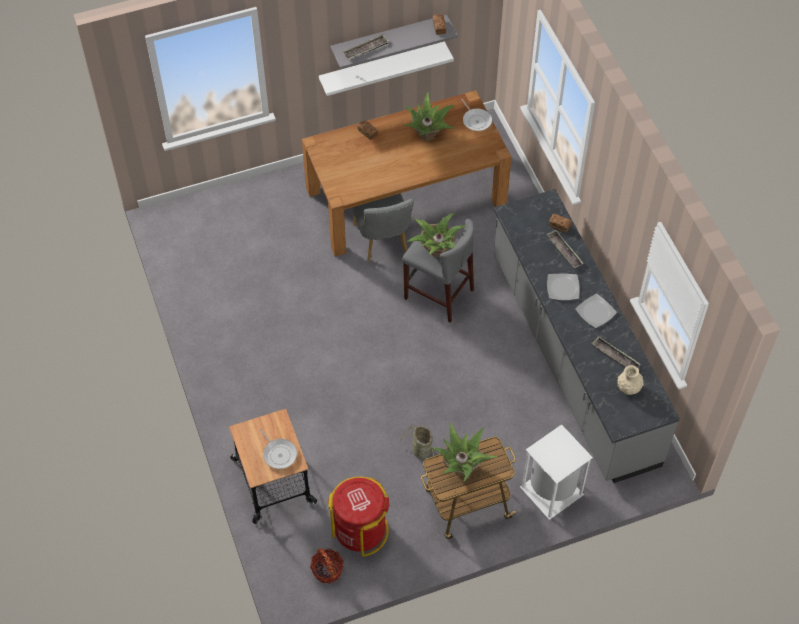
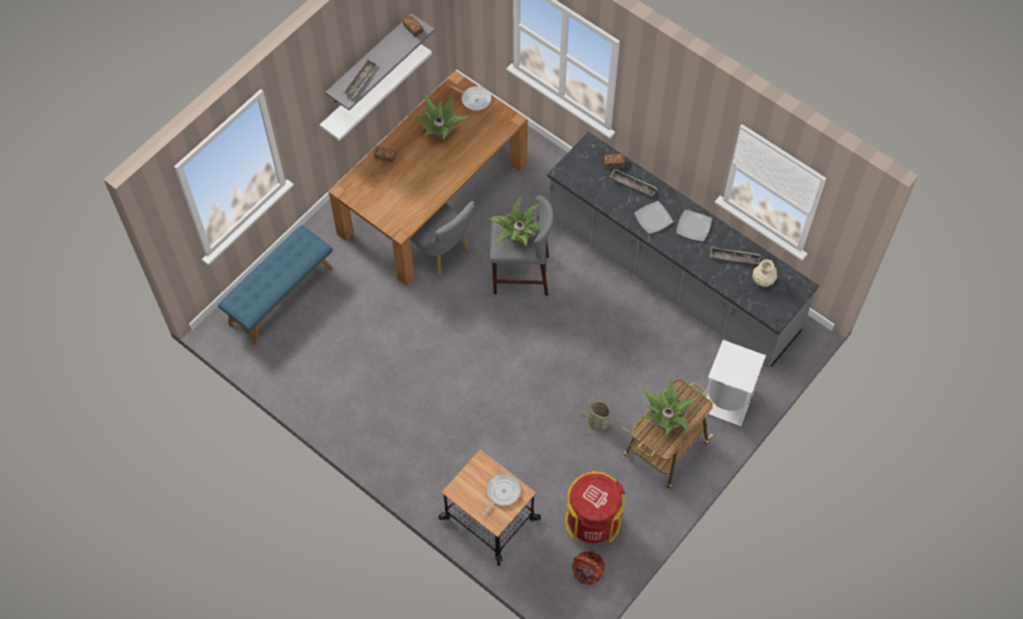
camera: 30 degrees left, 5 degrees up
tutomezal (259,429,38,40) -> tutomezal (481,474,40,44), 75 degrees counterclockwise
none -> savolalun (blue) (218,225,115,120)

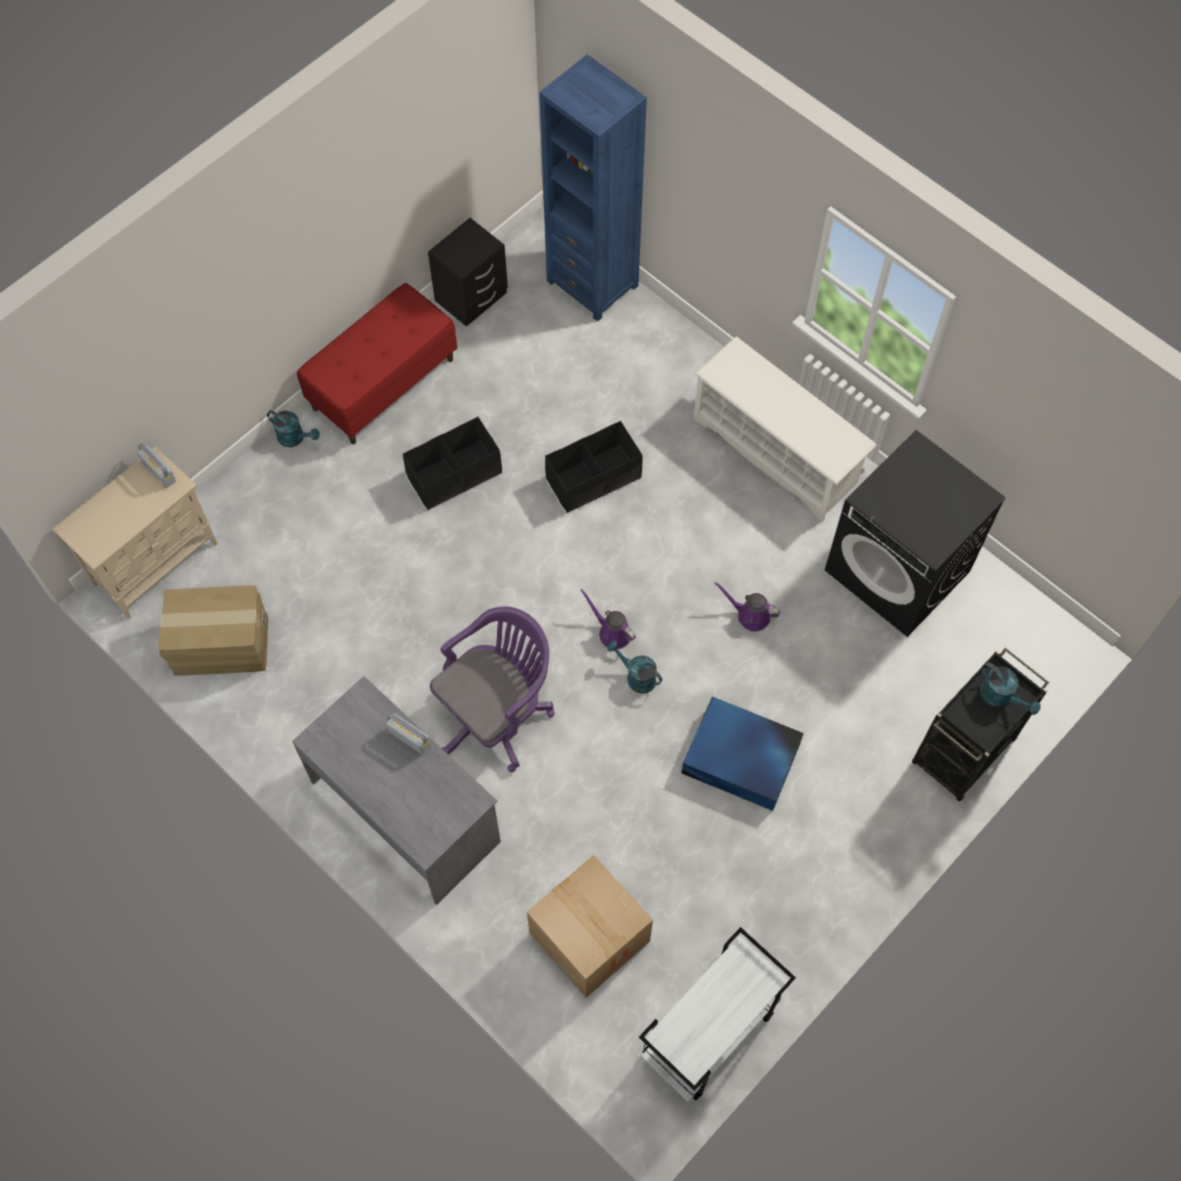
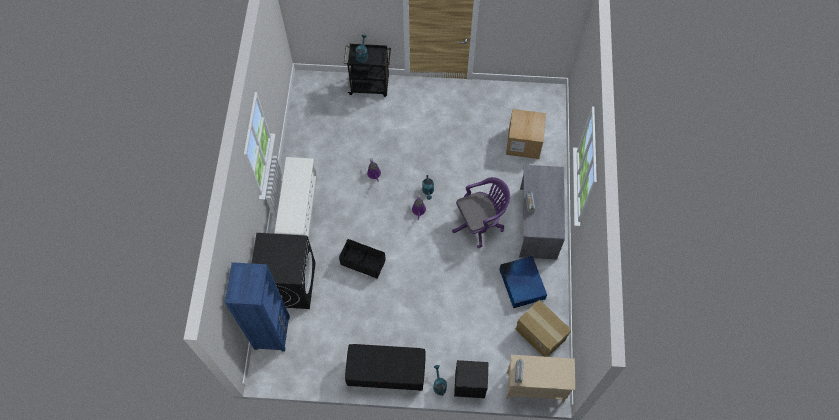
camera: 130 degrees left, 0 degrees up
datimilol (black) (428,218,80,109) -> datimilol (black) (454,360,35,38), moved
savolalun (red) (297,283,160,161) -> savolalun (black) (345,344,81,47)
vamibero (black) (403,417,99,93) -> none
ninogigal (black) (825,430,181,207) -> ninogigal (black) (251,233,65,76), moved
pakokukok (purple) (430,606,124,166) -> pakokukok (purple) (452,177,58,72), 150 degrees clockwise
vamibero (blue) (682,697,122,114) -> vamibero (blue) (499,256,48,52), moved
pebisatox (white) (639,927,157,174) -> none

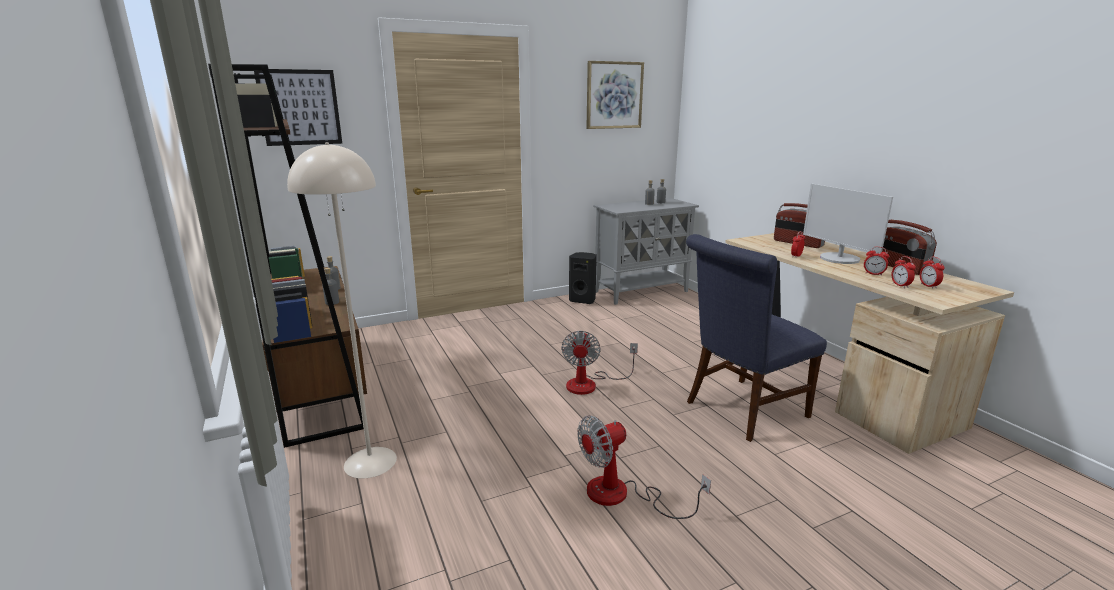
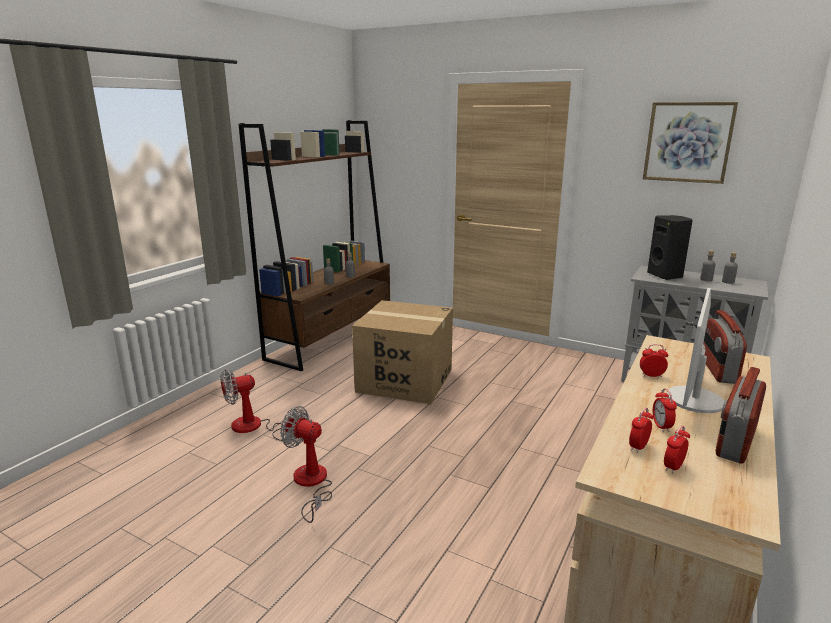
camera: 55 degrees right, 0 degrees up
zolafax (254,69,88,77) -> none
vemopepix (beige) (287,142,110,337) -> none
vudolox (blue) (686,234,141,208) -> none
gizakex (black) (569,252,28,52) -> gizakex (black) (647,215,46,65), moved
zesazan (561,331,77,64) -> zesazan (221,369,83,72), moved
none -> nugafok (352,300,101,104)

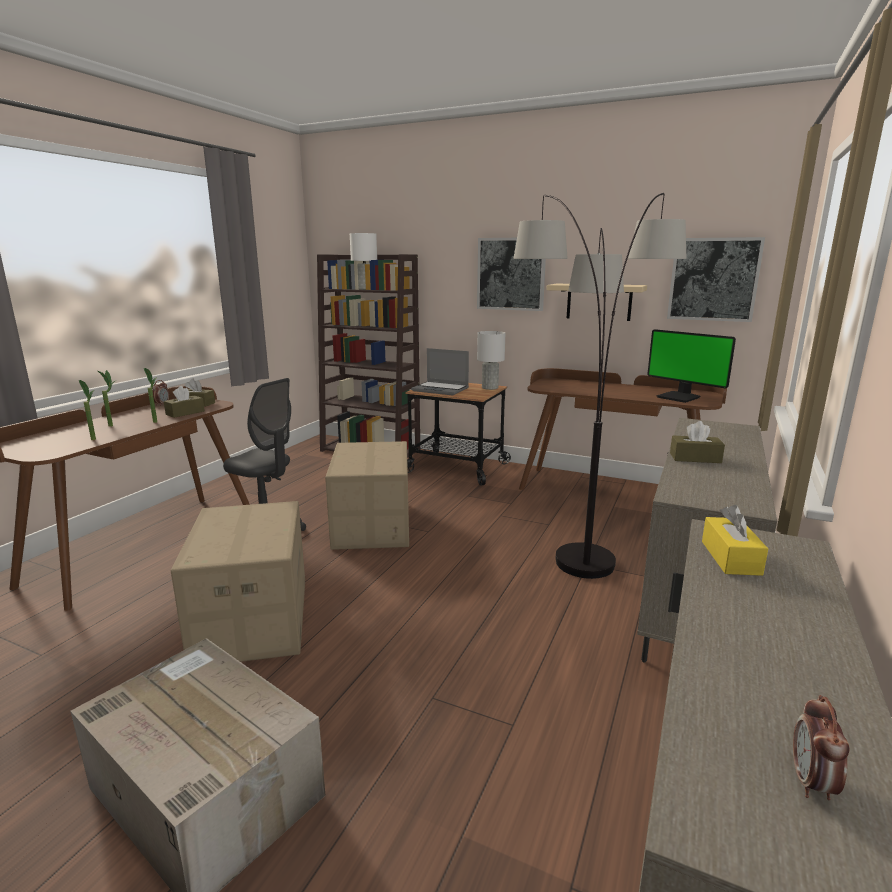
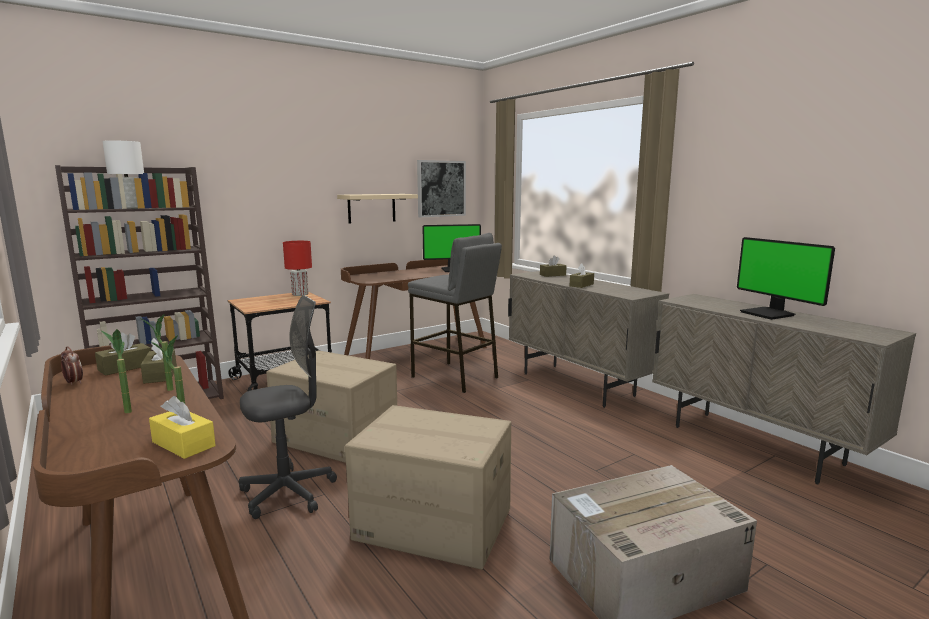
camera: 60 degrees left, 5 degrees down
vemopepix (514,193,172,386) -> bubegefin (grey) (408,233,94,160)
zolafax (477,238,69,73) -> none
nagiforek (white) (477,331,28,59) -> nagiforek (red) (283,241,29,55)
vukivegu (411,348,58,48) -> none
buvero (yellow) (702,505,66,71) -> buvero (yellow) (149,396,67,63), moved
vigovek (793,695,56,105) -> none
none -> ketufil (737,237,98,83)
none -> buvero (brown) (540,255,27,22)

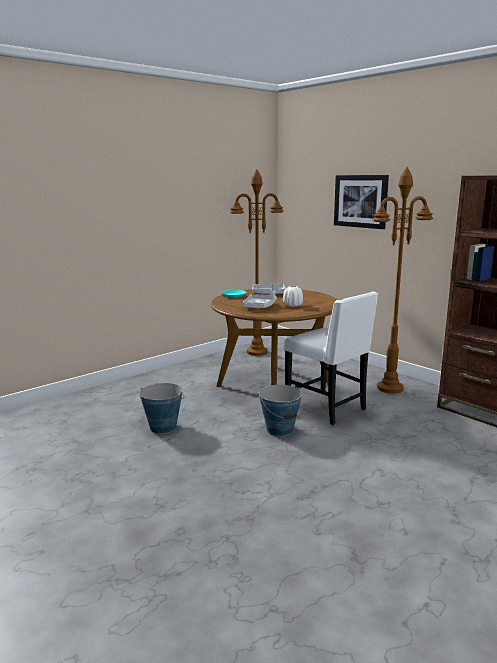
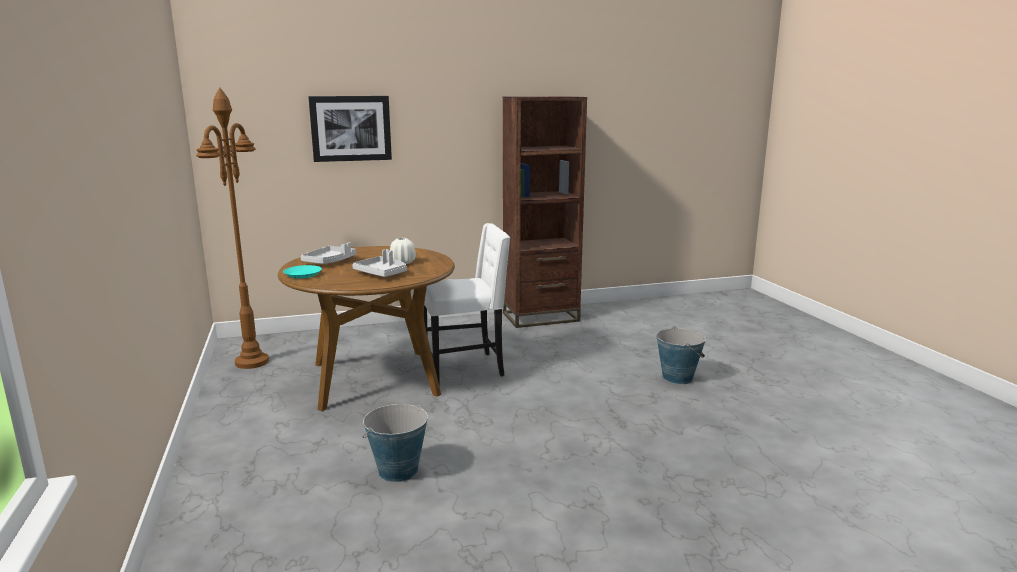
camera: 65 degrees left, 0 degrees up
vemopepix (brown) (372,167,61,227) -> none
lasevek (259,385,44,51) -> lasevek (656,326,50,58), moved

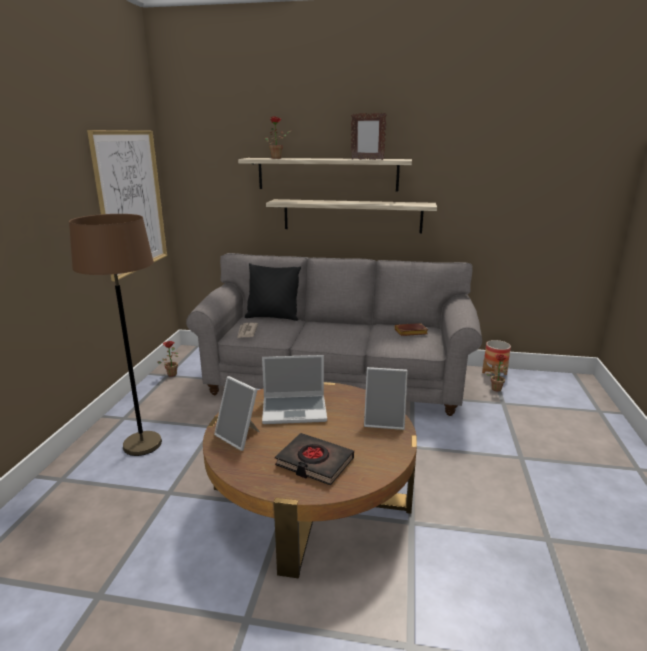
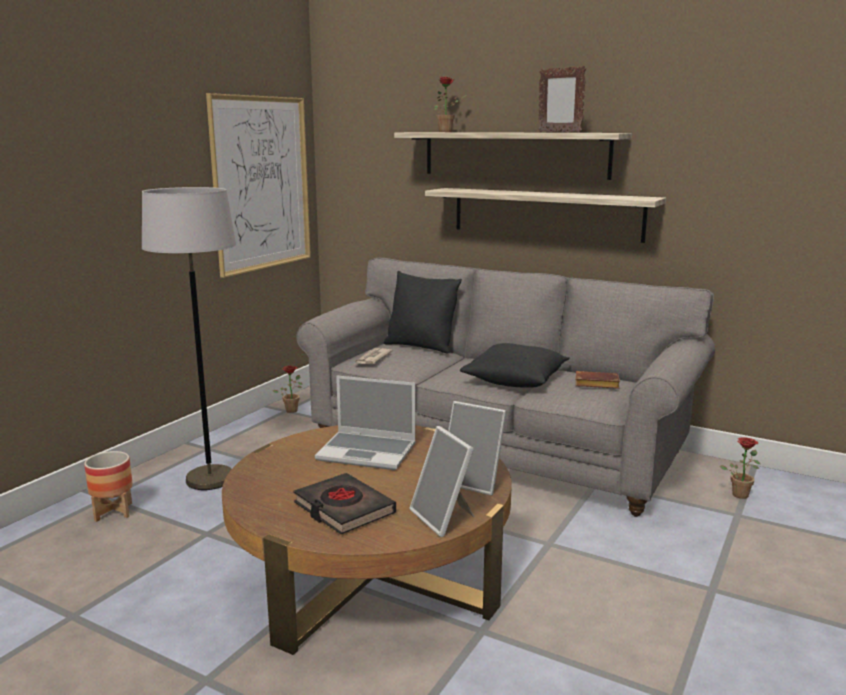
camera: 20 degrees right, 5 degrees down
vemopepix (brown) (69,214,93,242) -> vemopepix (grey) (142,187,94,303)
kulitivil (482,340,29,36) -> kulitivil (84,451,49,71), moved
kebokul (214,376,46,75) -> kebokul (409,426,66,111), moved
none -> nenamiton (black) (460,343,110,45)

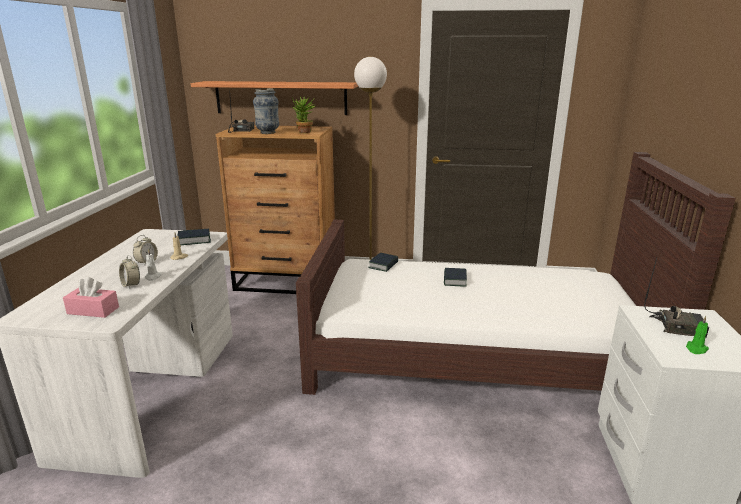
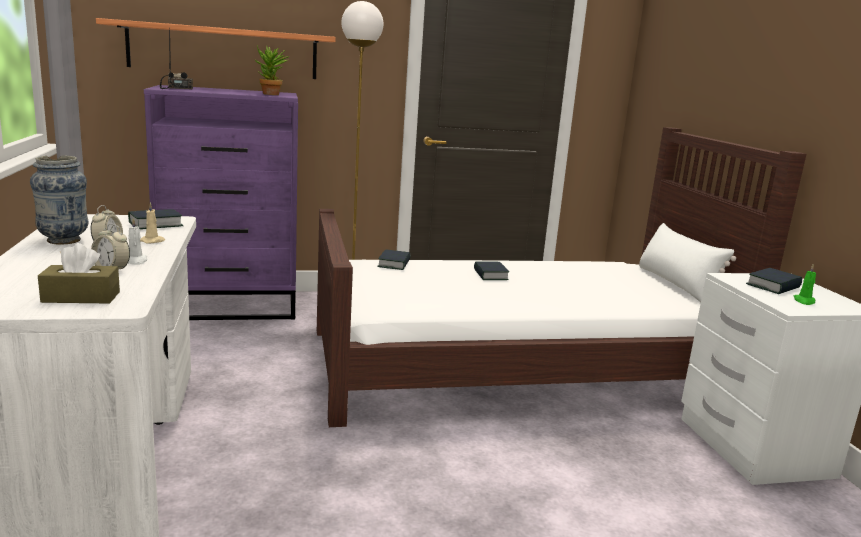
camera: 20 degrees left, 5 degrees down
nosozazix (253,89,26,45) -> nosozazix (30,155,59,90), moved
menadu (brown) (216,125,119,169) -> menadu (purple) (144,85,154,235)
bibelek (644,258,65,80) -> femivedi (746,268,56,26)
buvero (pink) (63,277,56,41) -> buvero (brown) (38,243,82,60)
none -> nenamiton (white) (639,223,97,79)

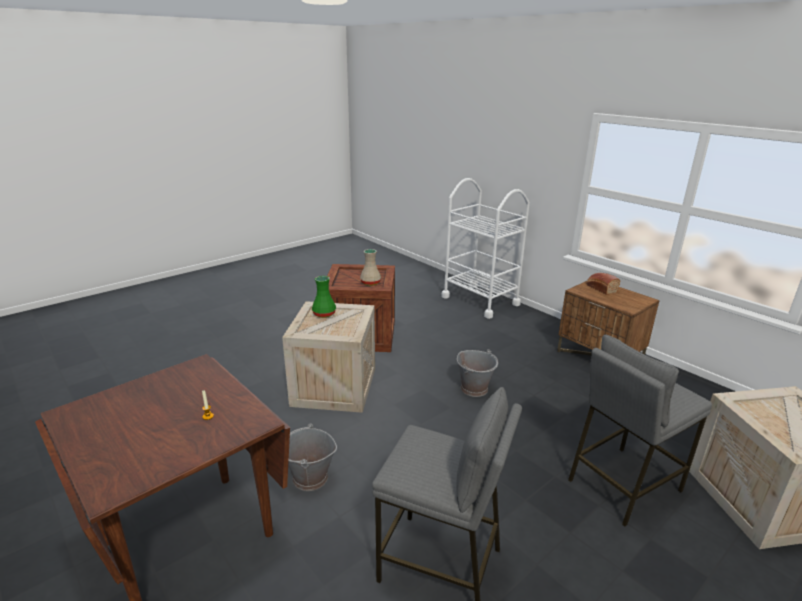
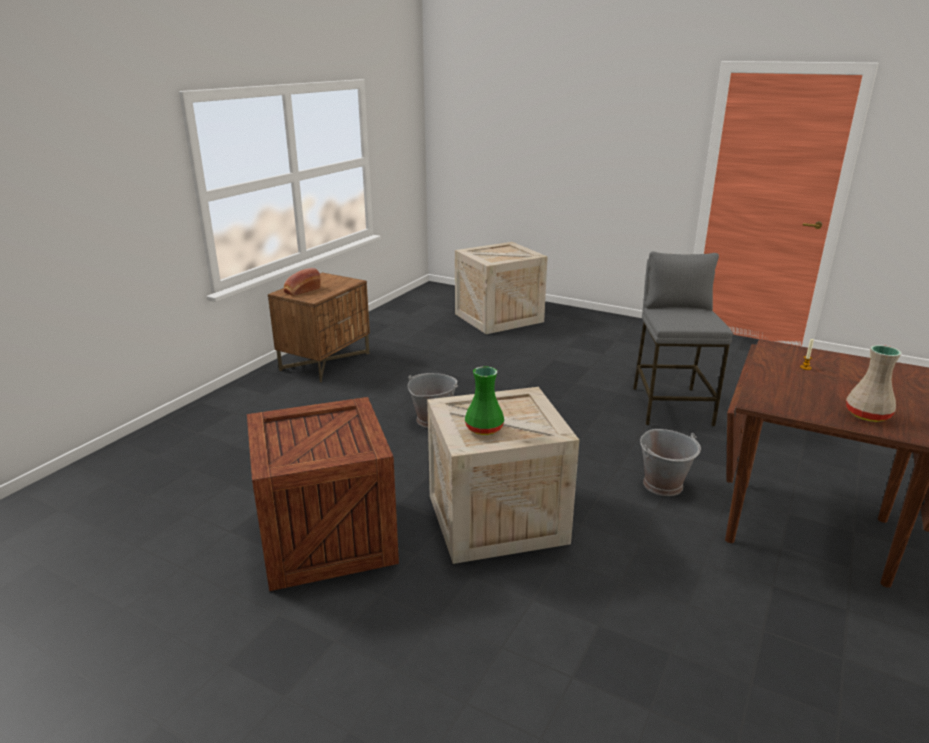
camera: 110 degrees left, 0 degrees up
pebisatox (white) (441,178,89,141) -> none
nosozazix (beige) (360,249,21,37) -> nosozazix (beige) (846,345,56,77), moved
bubegefin (grey) (568,335,144,192) -> none

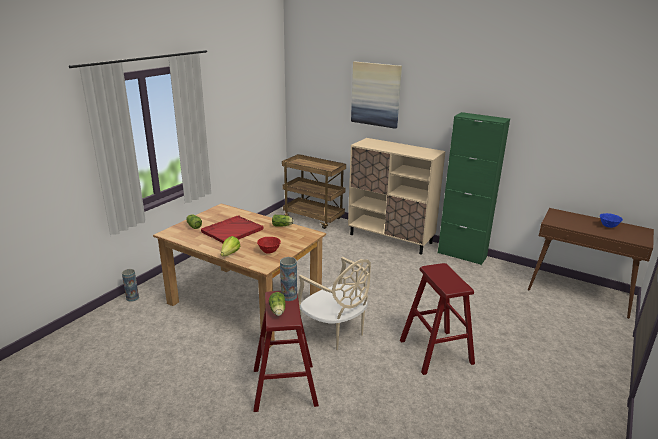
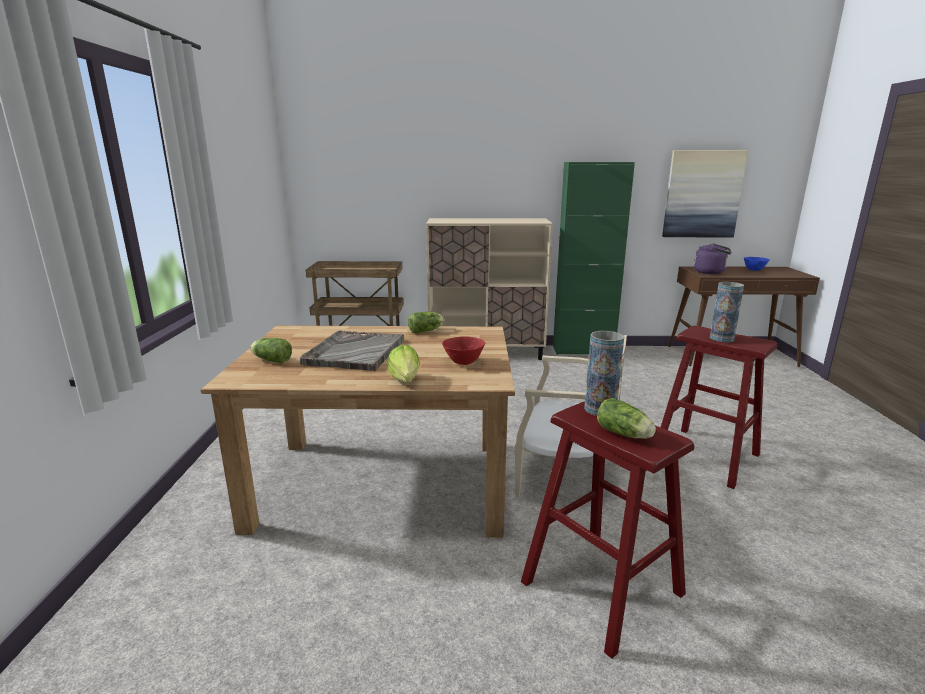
camera: 30 degrees left, 5 degrees down
zolafax (351,62,51,67) -> zolafax (662,150,86,87), moved
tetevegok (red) (201,215,62,28) -> tetevegok (grey) (300,331,104,40)
nosozazix (122,269,17,33) -> nosozazix (710,282,34,60), moved
none -> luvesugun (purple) (694,243,37,31)

